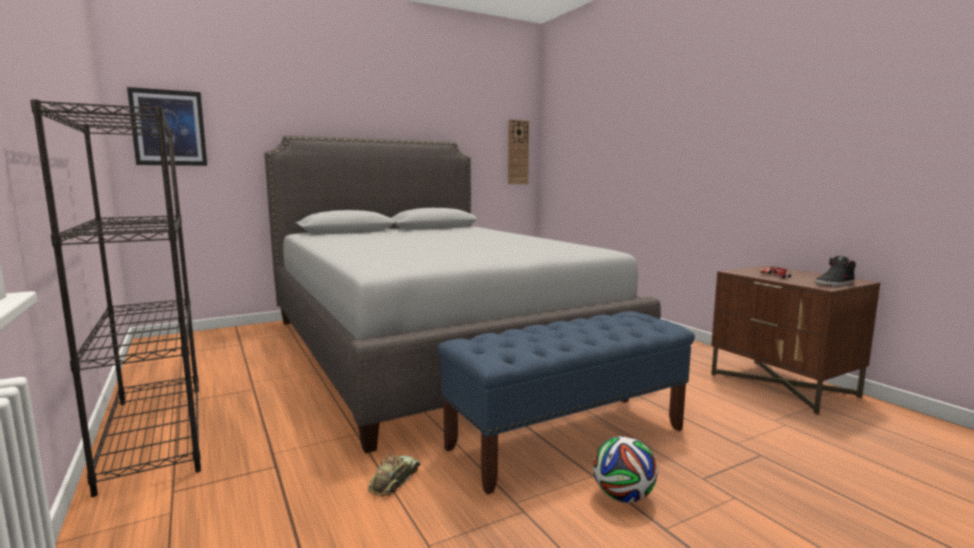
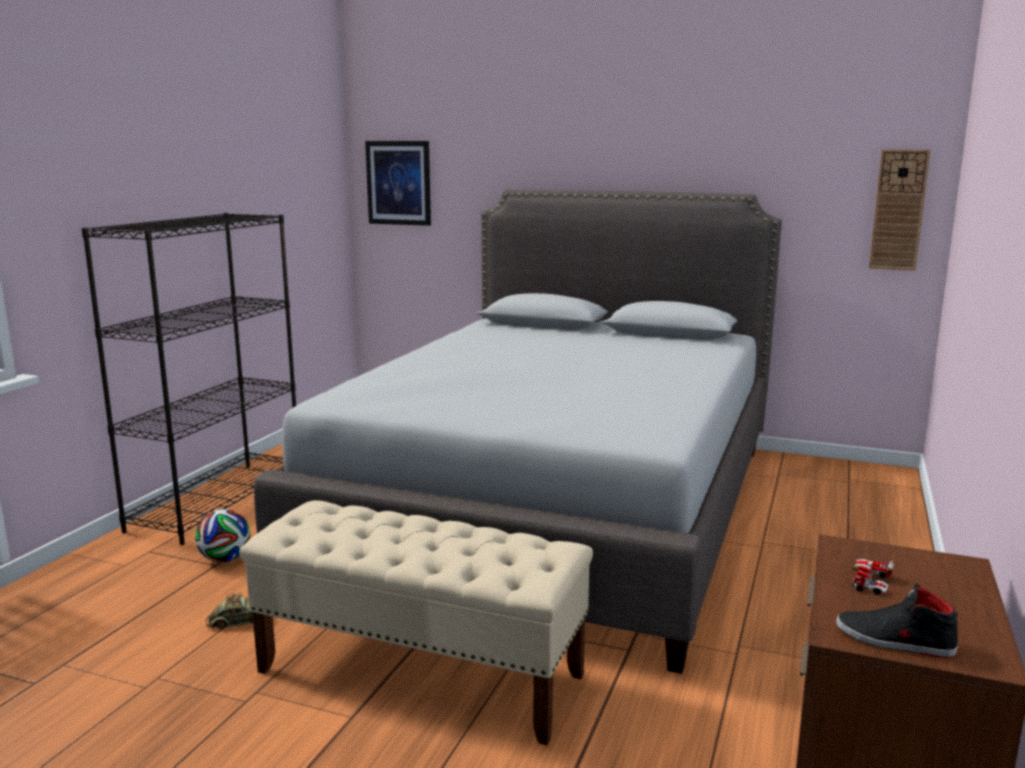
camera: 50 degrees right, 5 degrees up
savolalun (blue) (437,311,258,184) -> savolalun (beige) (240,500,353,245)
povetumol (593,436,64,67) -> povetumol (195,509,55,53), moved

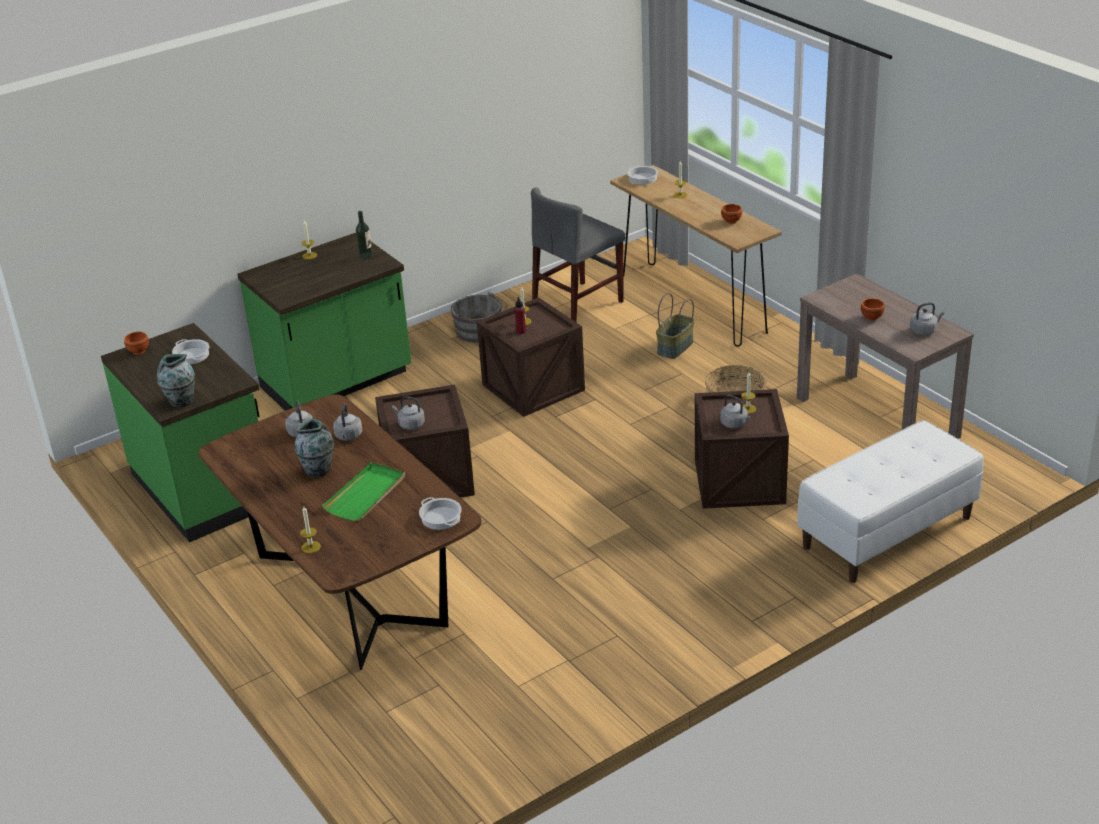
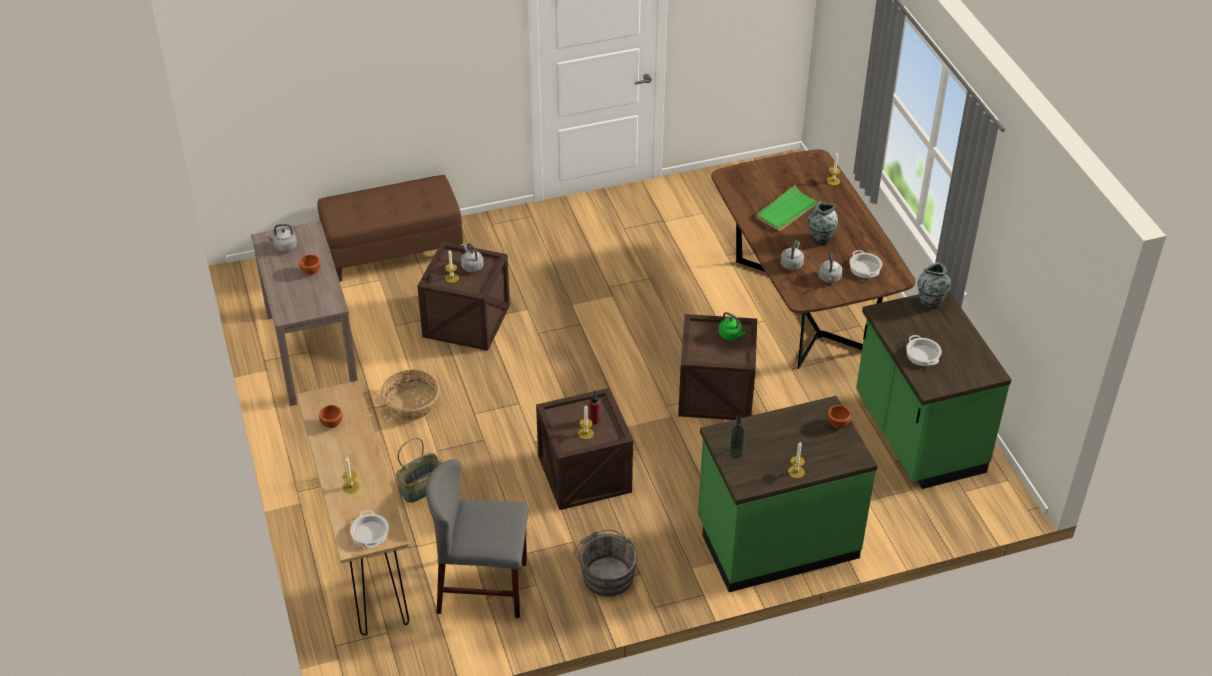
camera: 165 degrees left, 10 degrees up
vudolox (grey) (531,187,94,135) -> vudolox (grey) (426,459,103,159), 150 degrees counterclockwise
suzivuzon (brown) (124,332,25,23) -> suzivuzon (brown) (827,405,24,24), moved
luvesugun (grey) (392,396,33,34) -> luvesugun (green) (719,312,27,29)
savolalun (white) (797,420,187,163) -> savolalun (brown) (318,175,145,107)
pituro (419,497,43,33) -> pituro (850,250,32,28), moved

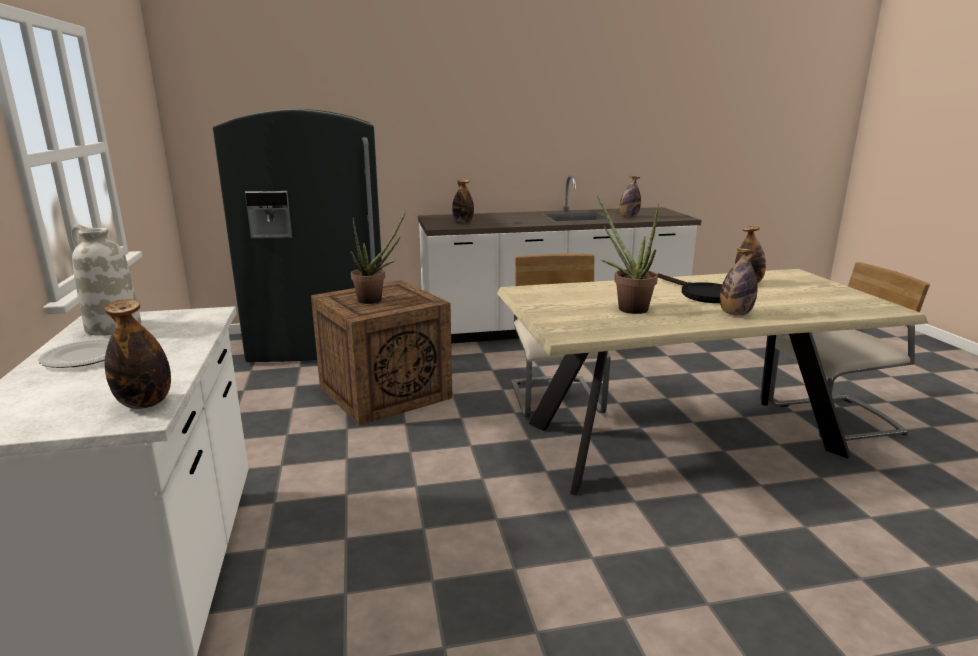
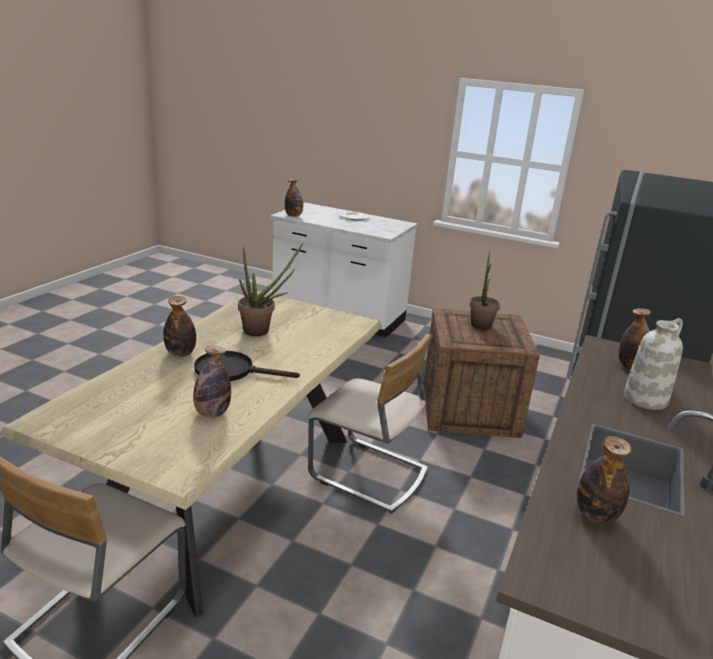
camera: 125 degrees right, 5 degrees up
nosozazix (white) (71,224,70,112) -> nosozazix (white) (624,318,59,92), moved

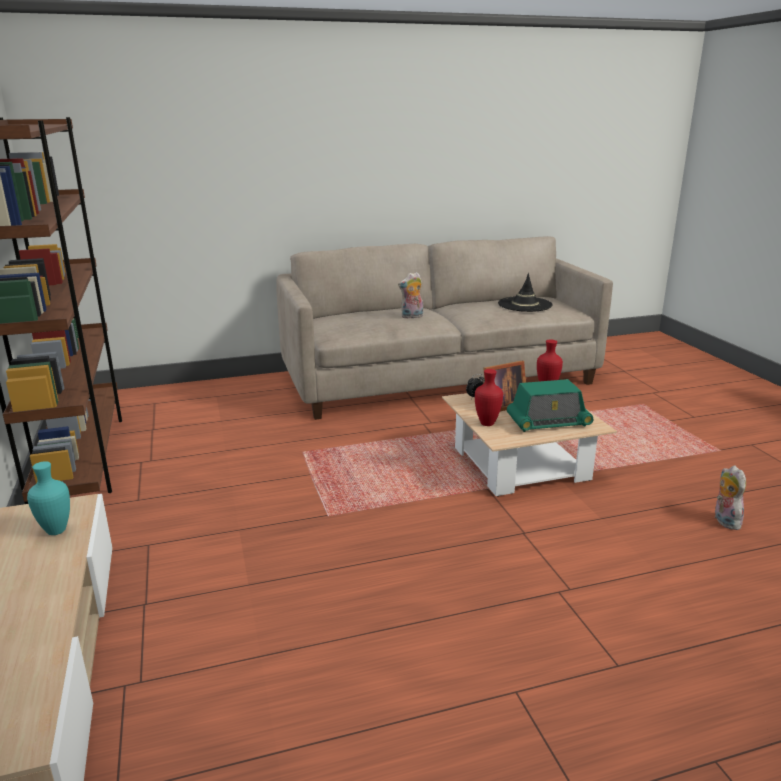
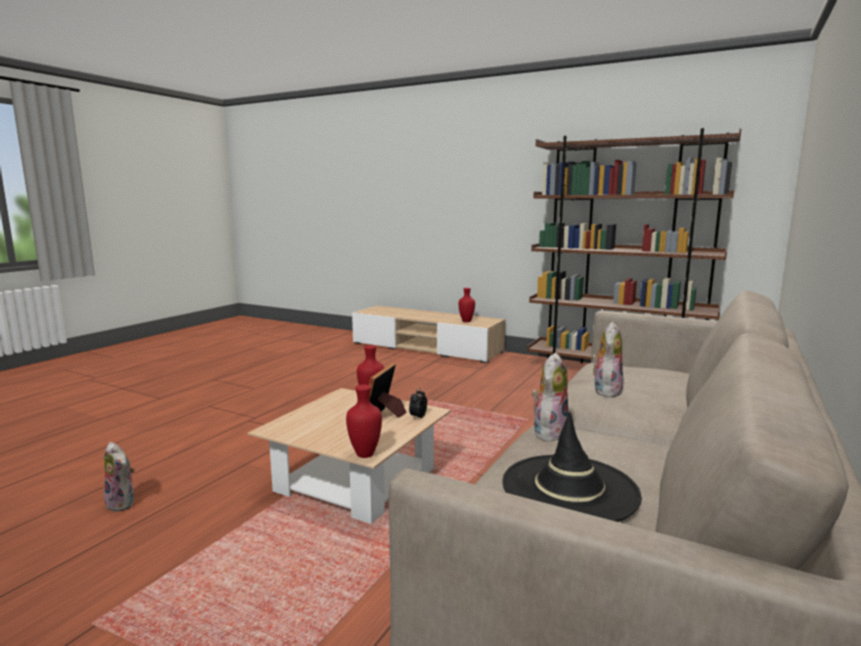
camera: 135 degrees right, 10 degrees down
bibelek (507,379,86,53) -> none
nosozazix (turquoise) (27,461,43,74) -> nosozazix (red) (459,288,16,34)
none -> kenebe (532,353,36,90)

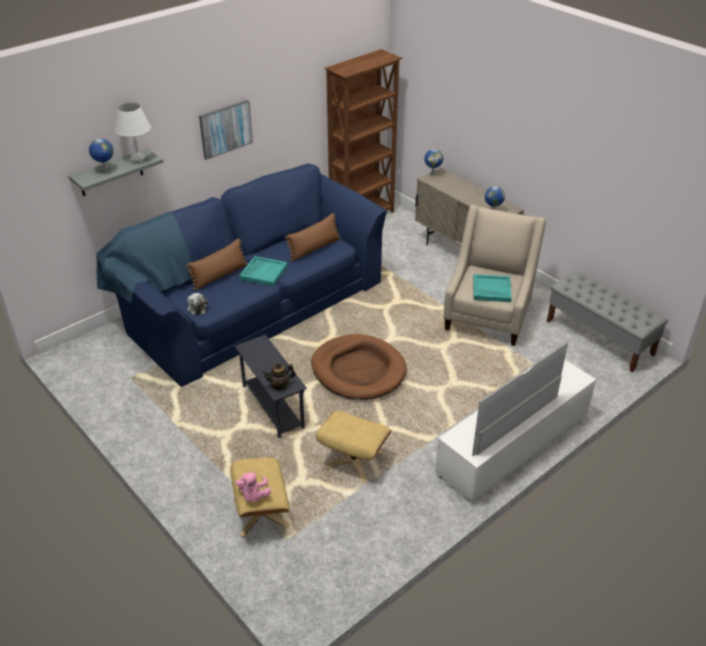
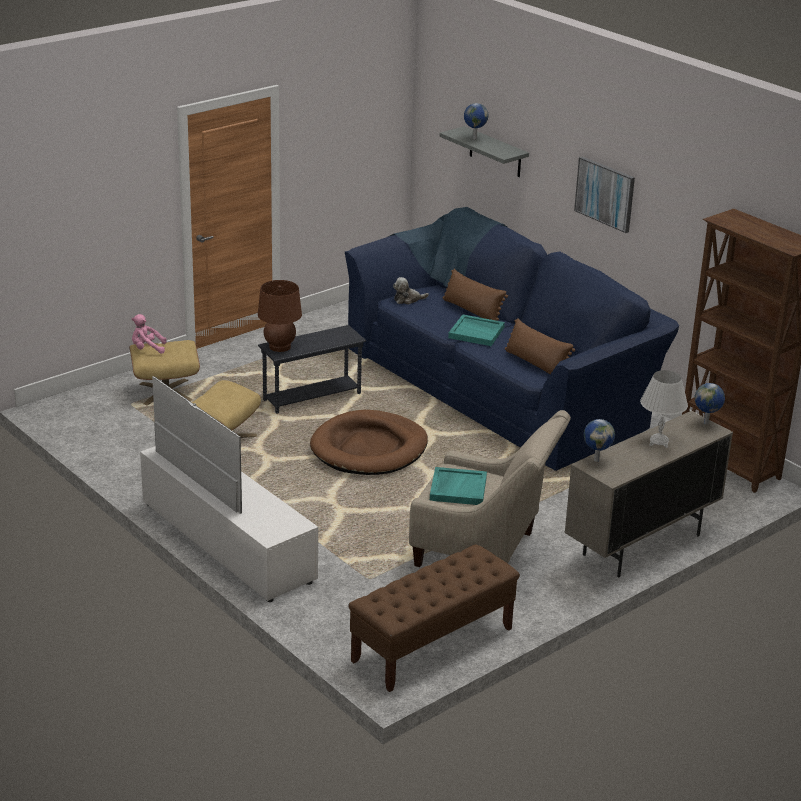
camera: 90 degrees right, 10 degrees down
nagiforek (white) (115,103,36,60) -> nagiforek (white) (640,370,48,78), moved
savolalun (grey) (547,271,121,102) -> savolalun (brown) (348,544,172,148)
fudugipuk (263,363,33,27) -> nagiforek (brown) (258,280,44,72)

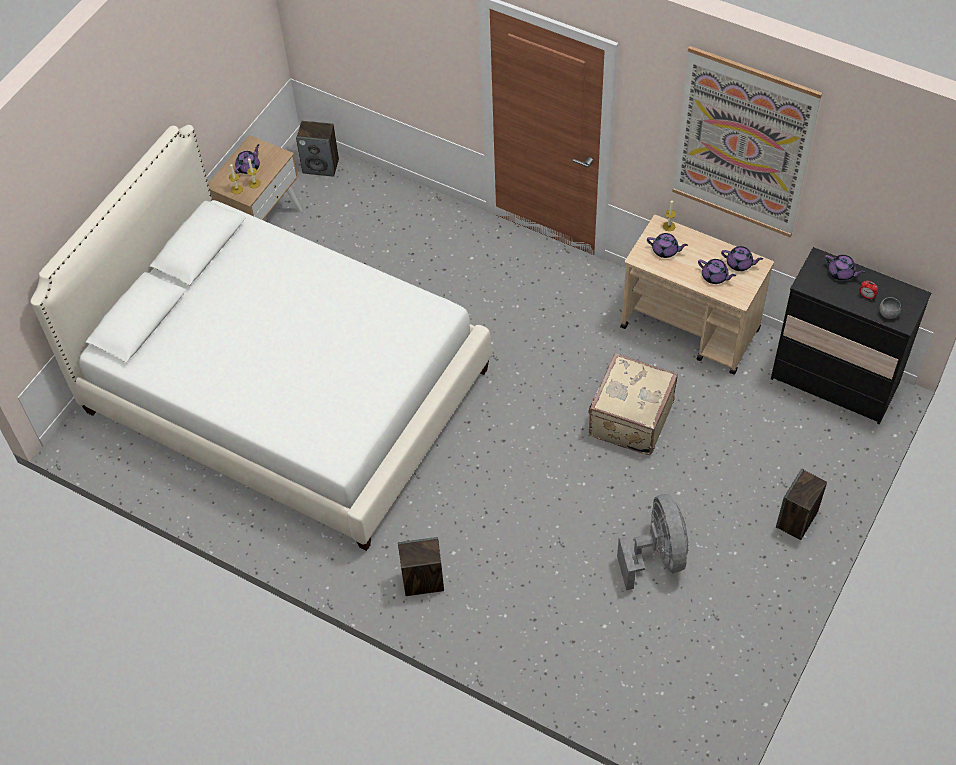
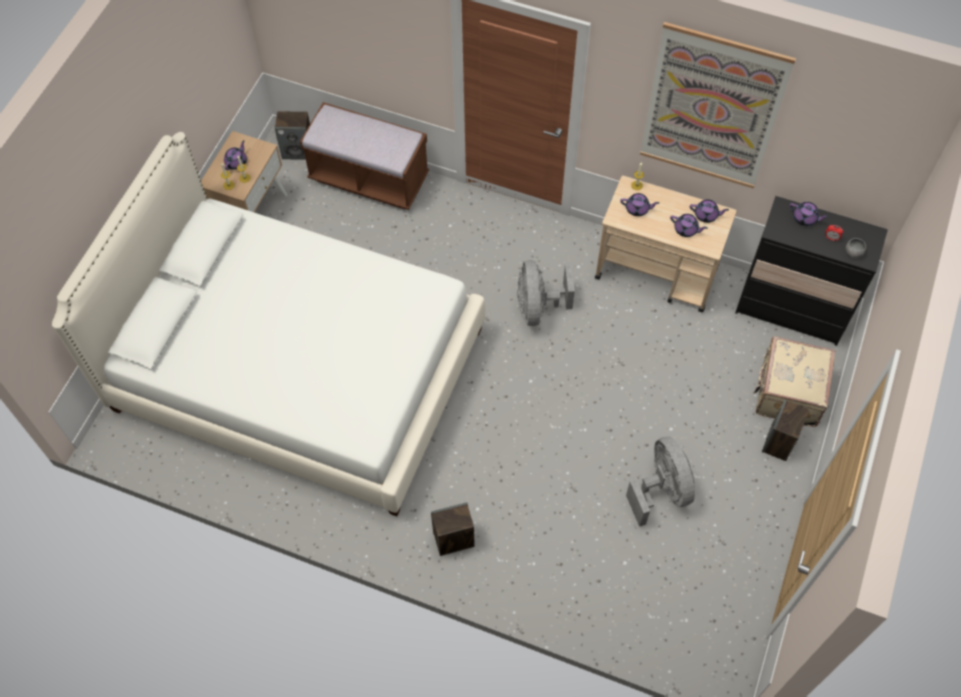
camera: 10 degrees left, 5 degrees up
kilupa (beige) (588,353,90,102) -> kilupa (beige) (754,336,81,91), moved
none -> savolalun (brown) (300,102,129,108)
none -> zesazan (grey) (517,260,58,66)

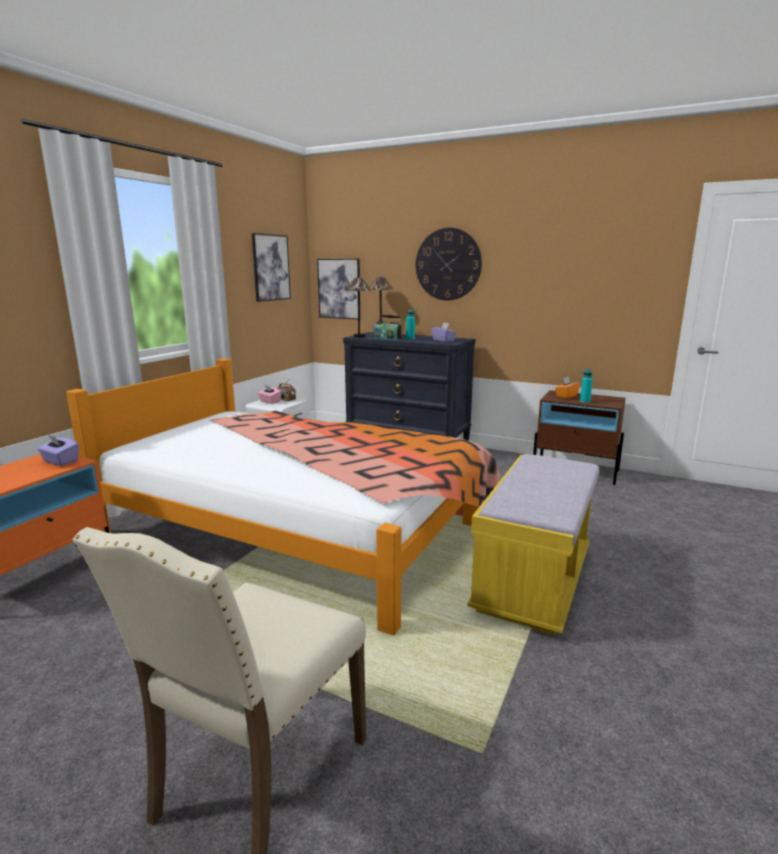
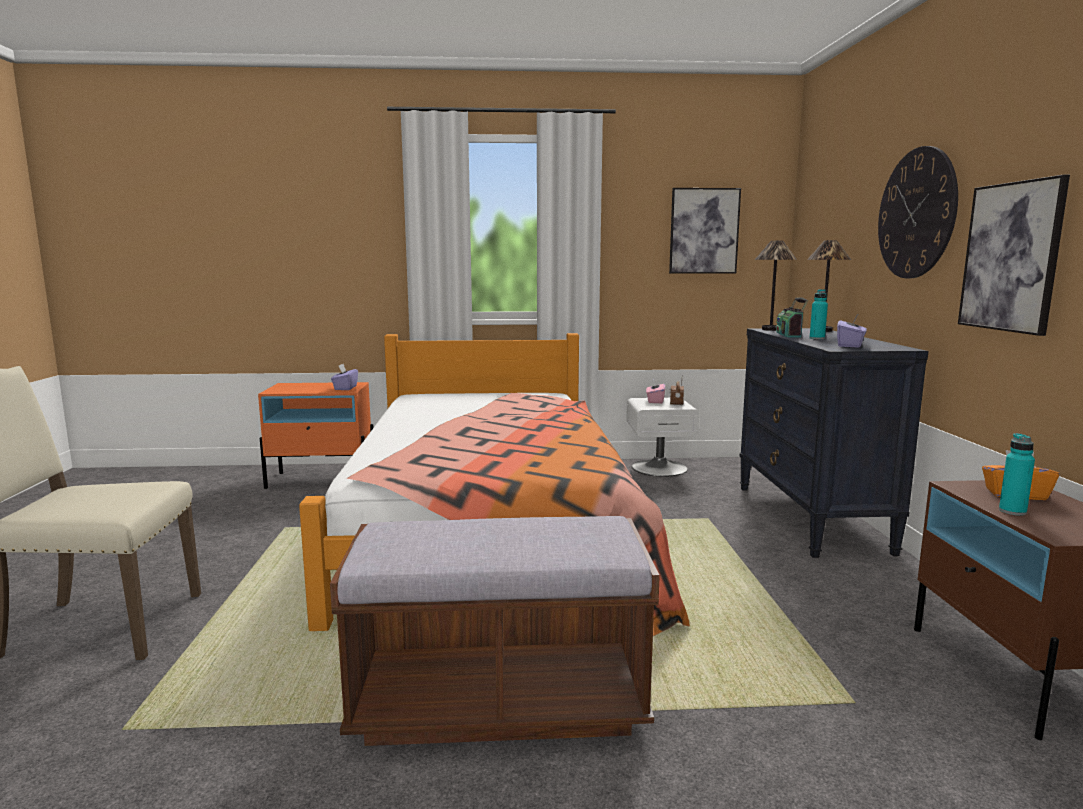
camera: 60 degrees right, 5 degrees down
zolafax (317,259,43,60) -> zolafax (958,175,112,161), moved
savolalun (yellow) (468,454,131,182) -> savolalun (brown) (330,516,330,230)

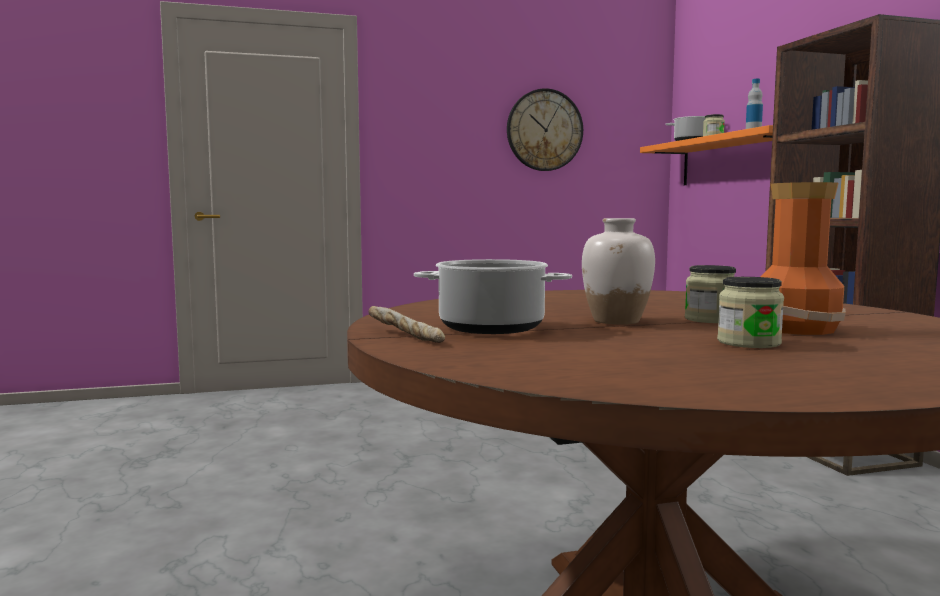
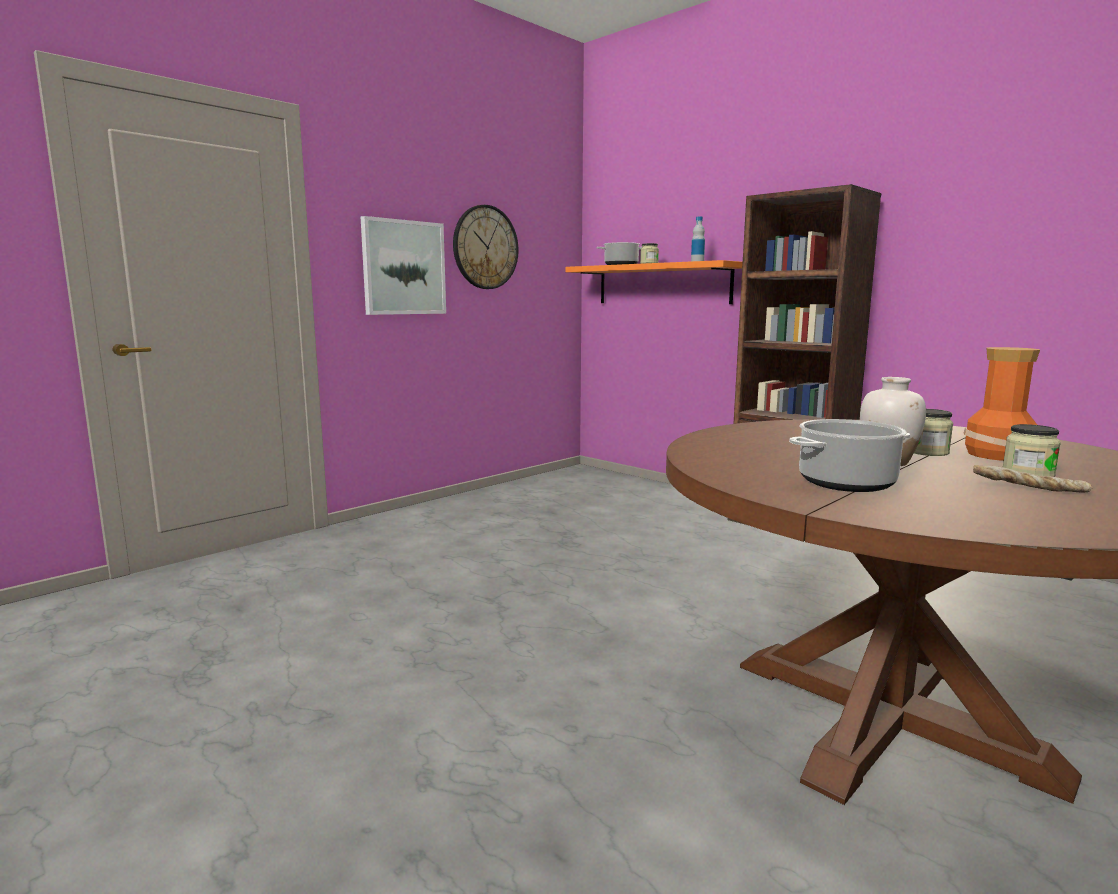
camera: 30 degrees left, 5 degrees up
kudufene (368,306,77,37) -> kudufene (973,465,120,28), moved
none -> zolafax (361,216,85,99)

